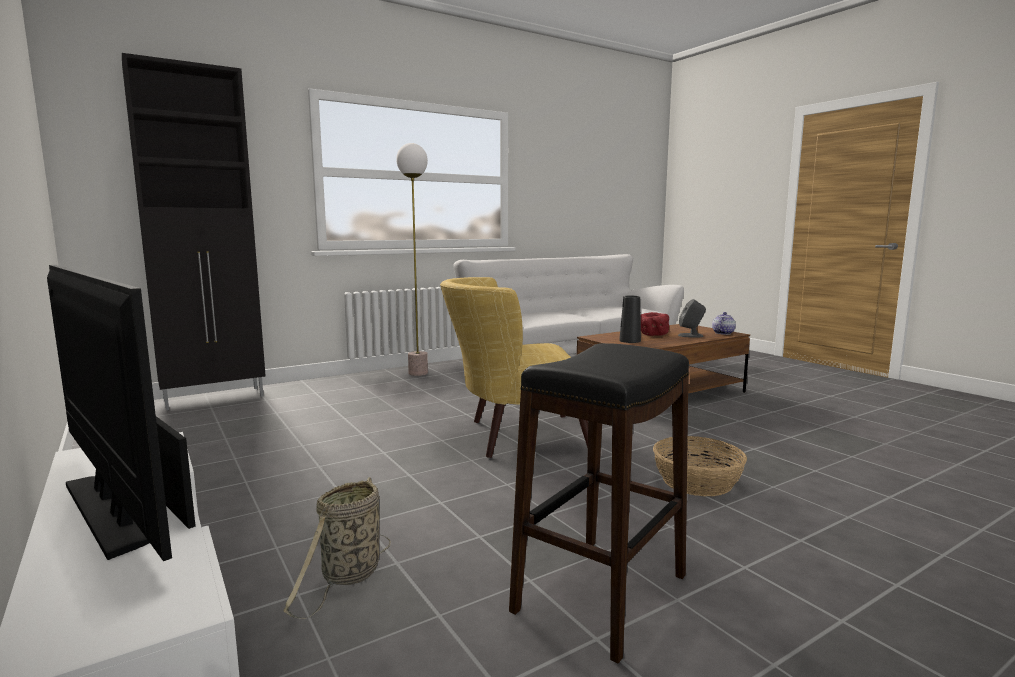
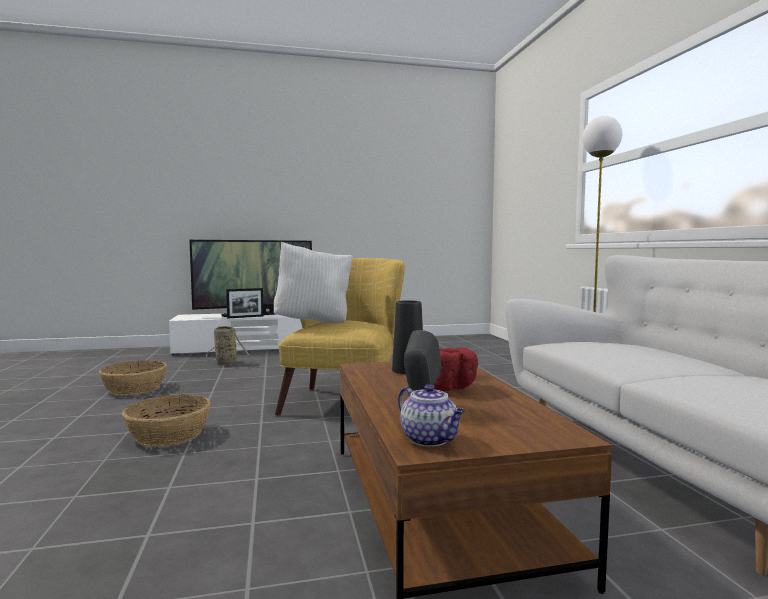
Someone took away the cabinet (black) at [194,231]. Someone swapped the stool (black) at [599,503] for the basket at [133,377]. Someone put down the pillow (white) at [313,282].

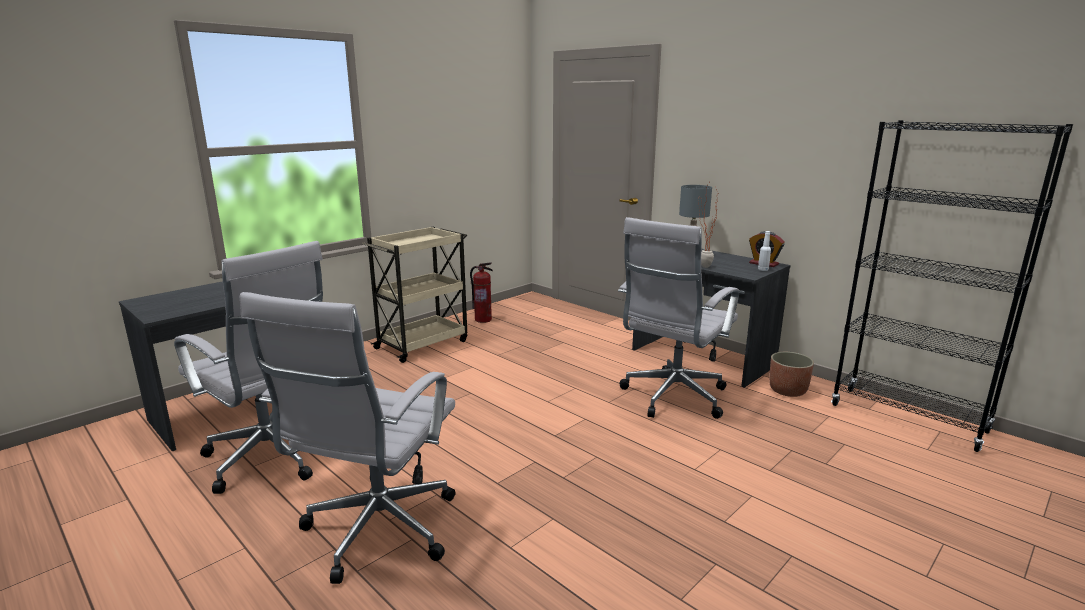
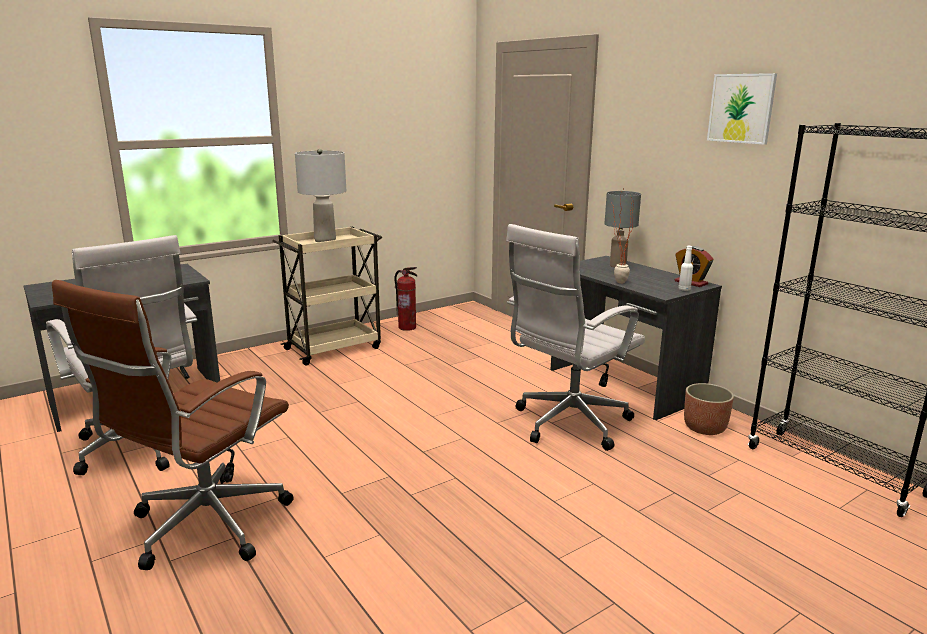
Someone repainted the office chair (white) at [347,438], which became the office chair (brown) at [173,425]. Someone put down the table lamp (grey) at [320,195]. Someone put up the picture at [742,109].

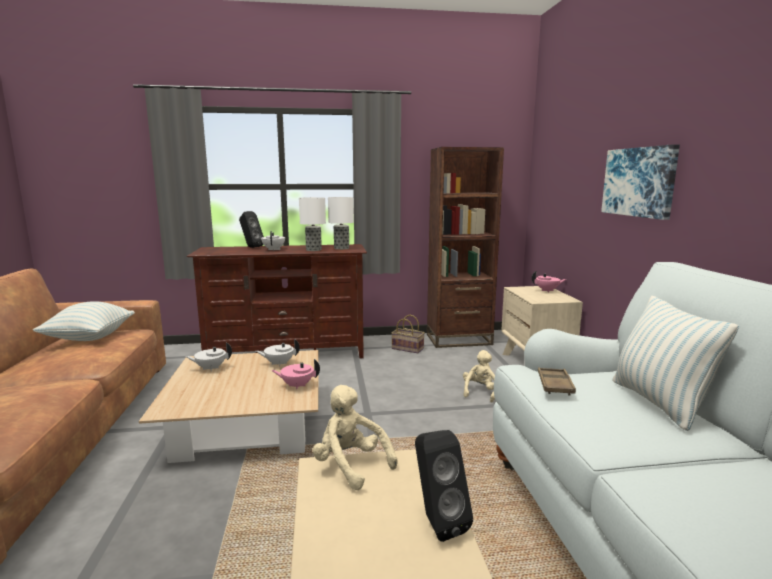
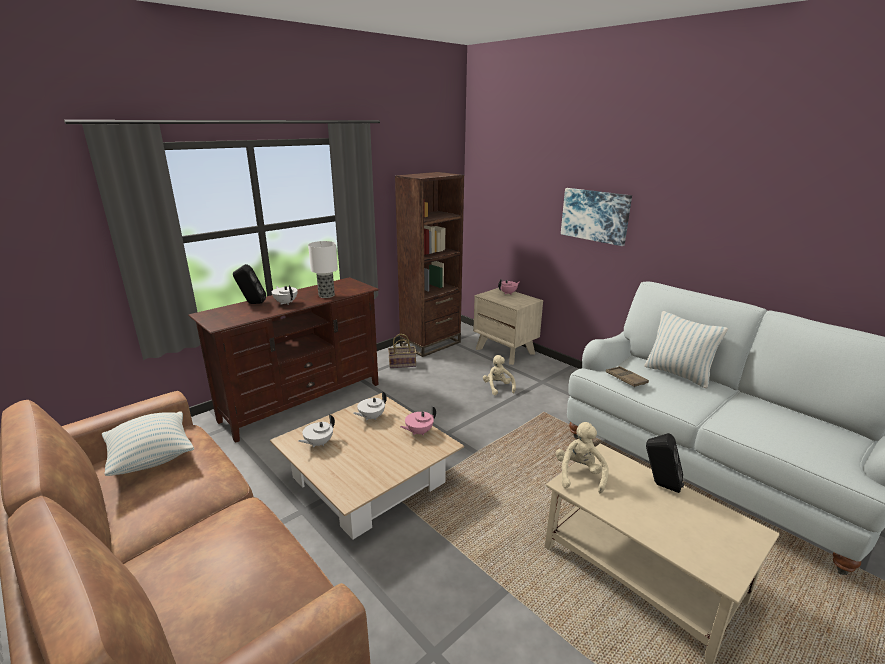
Someone rotated the plush toy (beige) at [355,437] by 90 degrees clockwise. Someone took away the table lamp at [341,223].

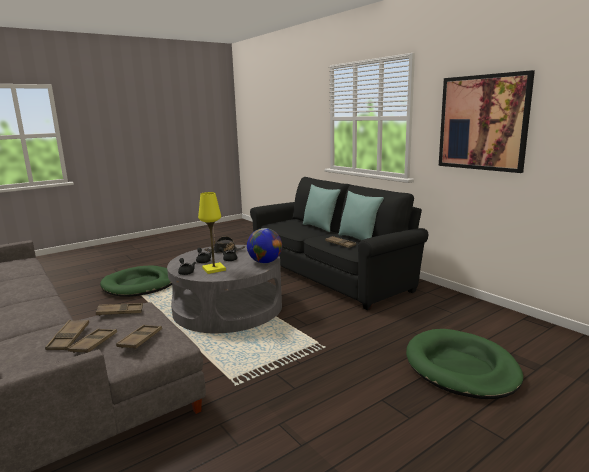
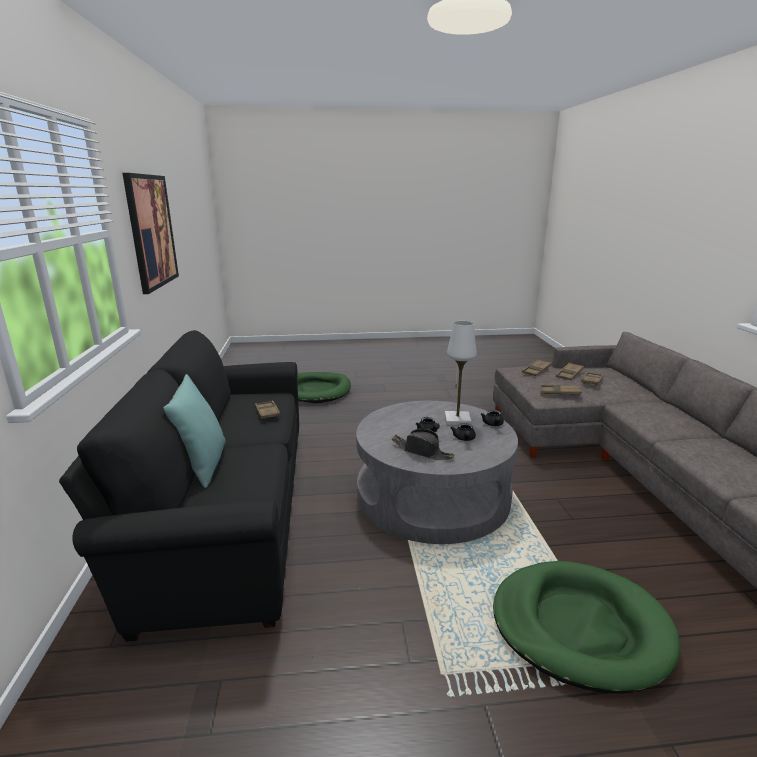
Someone repainted the table lamp (yellow) at [212,233], which became the table lamp (white) at [461,373]. Someone took away the globe at [264,245]. Someone took away the pillow (turquoise) at [361,215].

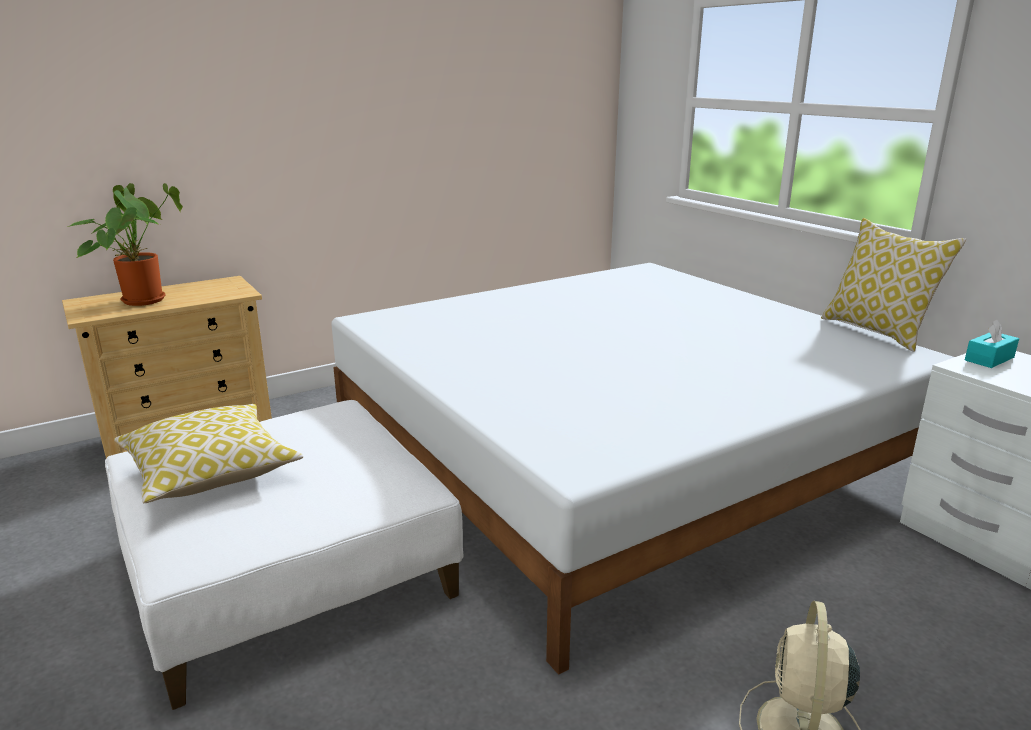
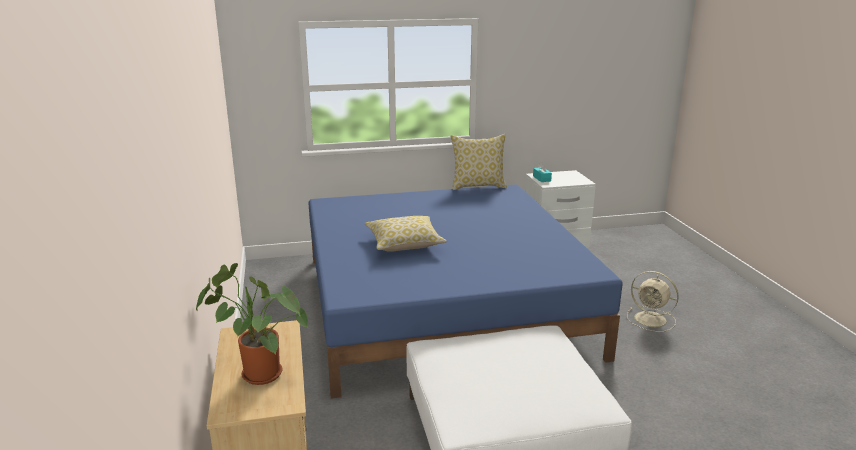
Someone carried the pillow from [208,453] to [405,234]. Someone repainted the bed (white) at [642,469], which became the bed (blue) at [465,291].

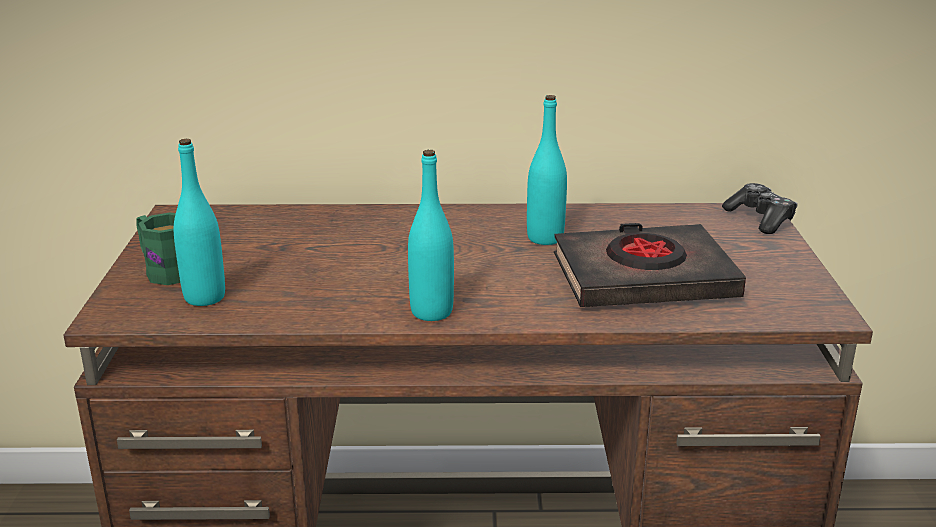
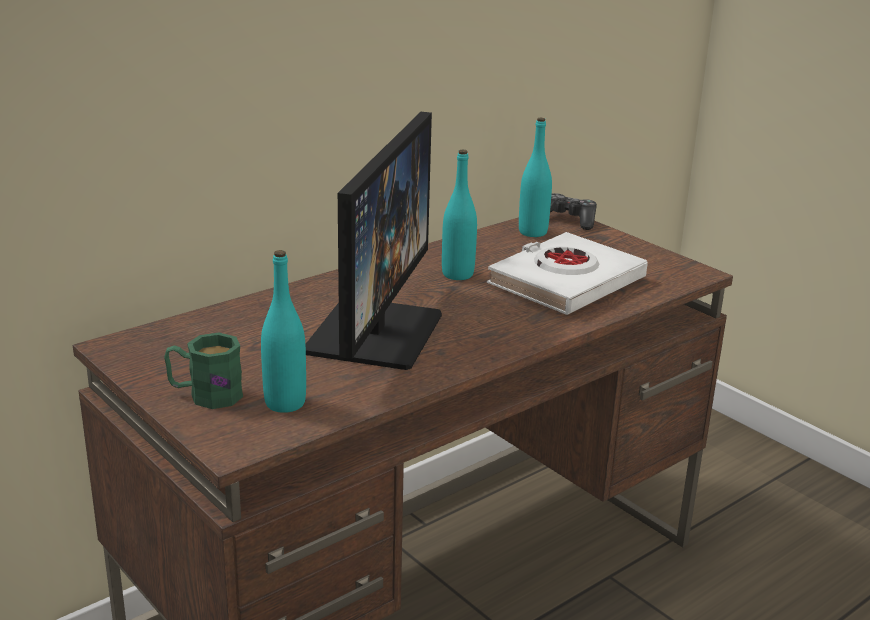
Someone carried the bottle (turquoise) from [431,235] to [535,177]. Someone repainted the book (black) at [650,265], which became the book (white) at [567,273]. Someone put down the monitor at [373,241].

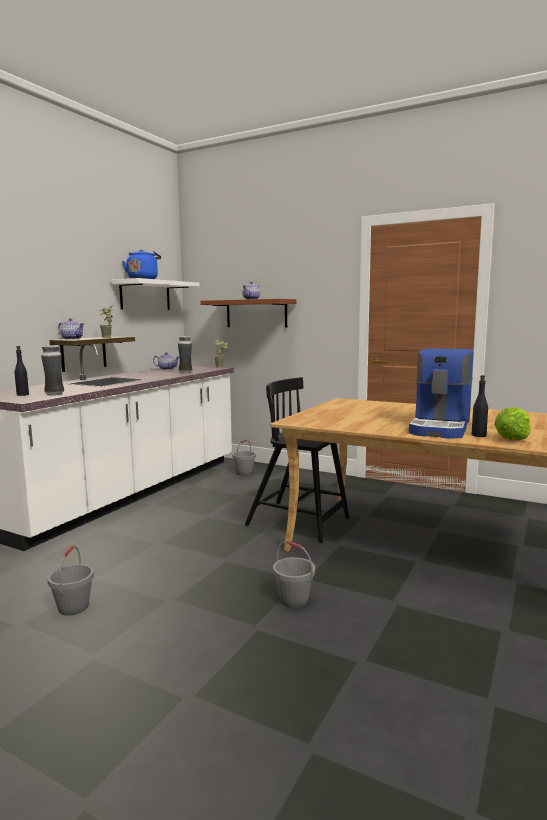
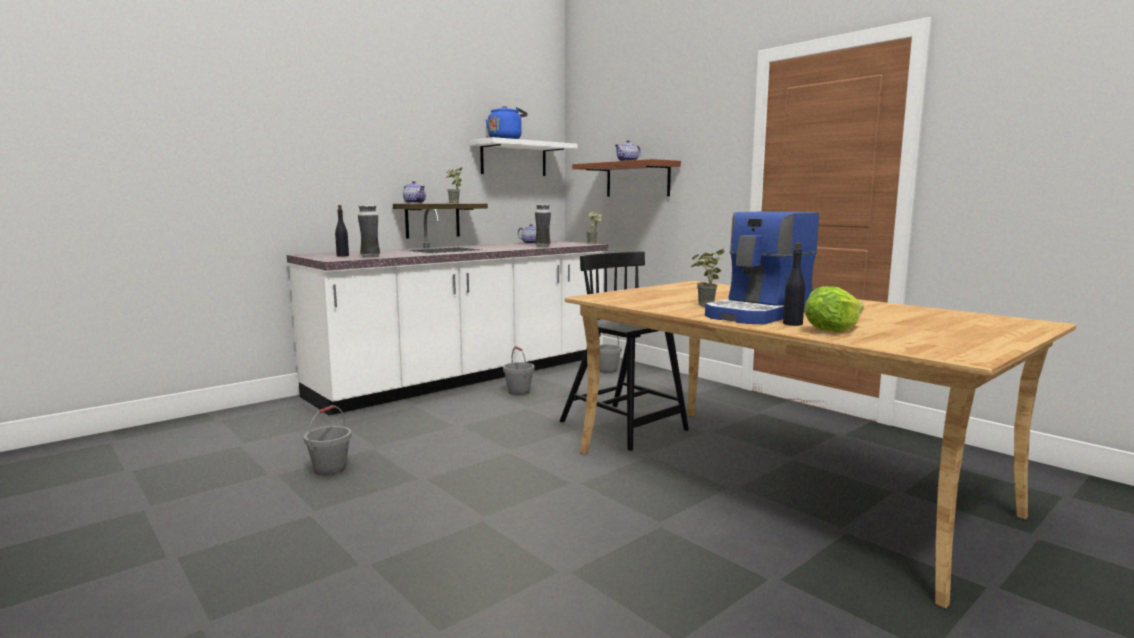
Someone carried the bucket (grey) from [294,574] to [519,370]. Someone put down the potted plant at [708,278].

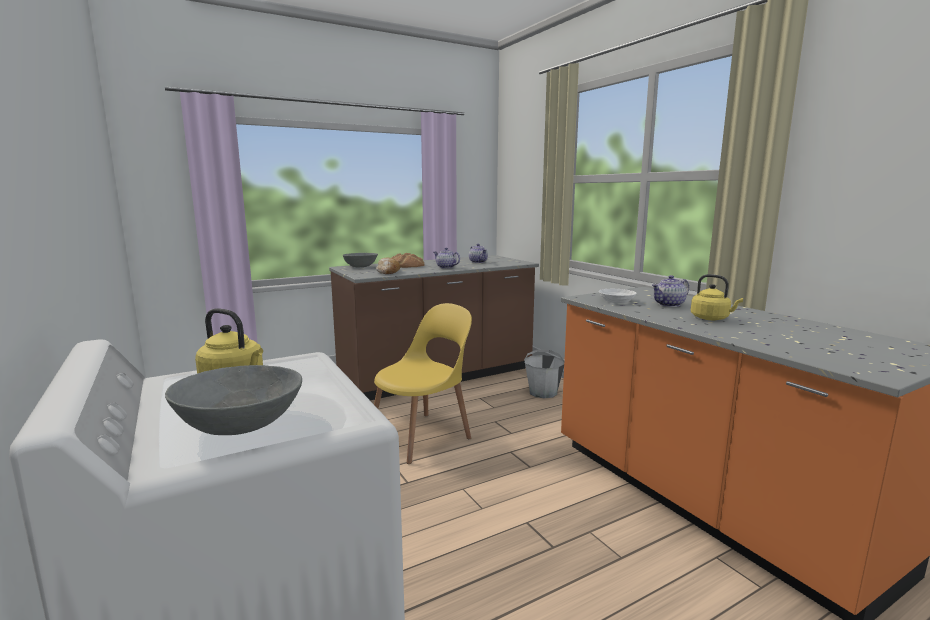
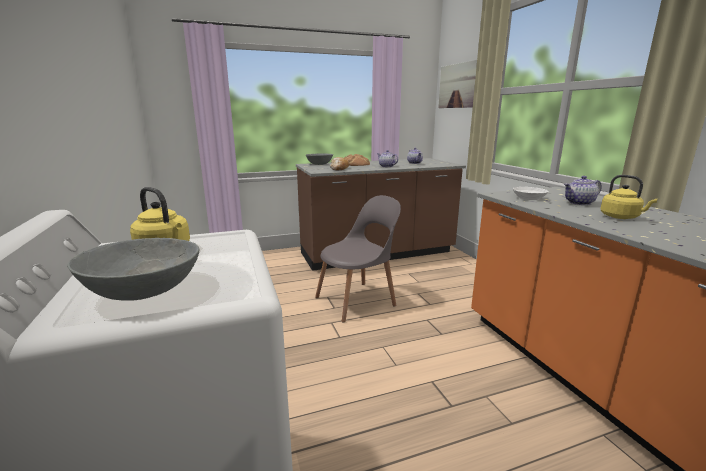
Someone repainted the chair (yellow) at [423,383], which became the chair (grey) at [358,258]. Someone took away the bucket (grey) at [544,373]. Someone put up the picture at [457,84].

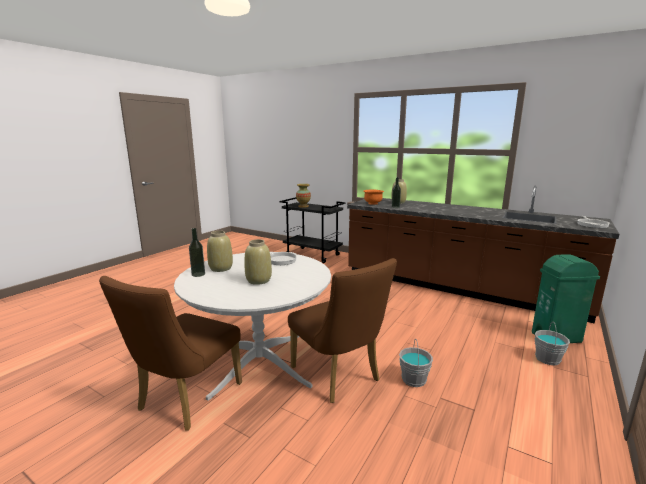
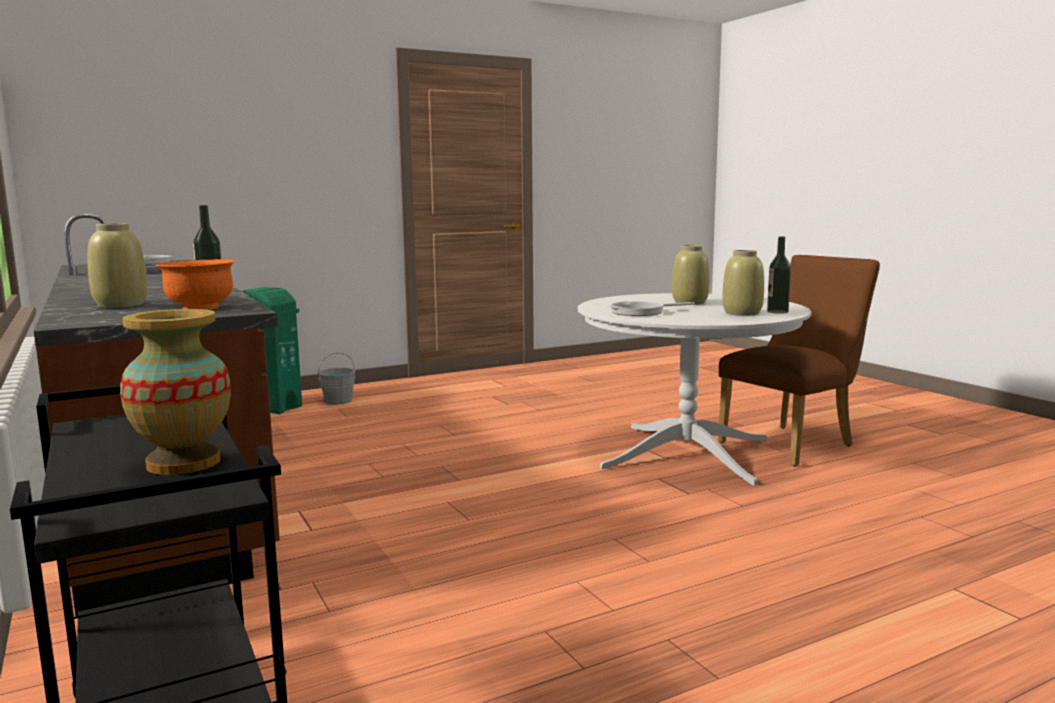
Someone took away the chair (brown) at [342,330]. Someone took away the bucket (grey) at [416,363].

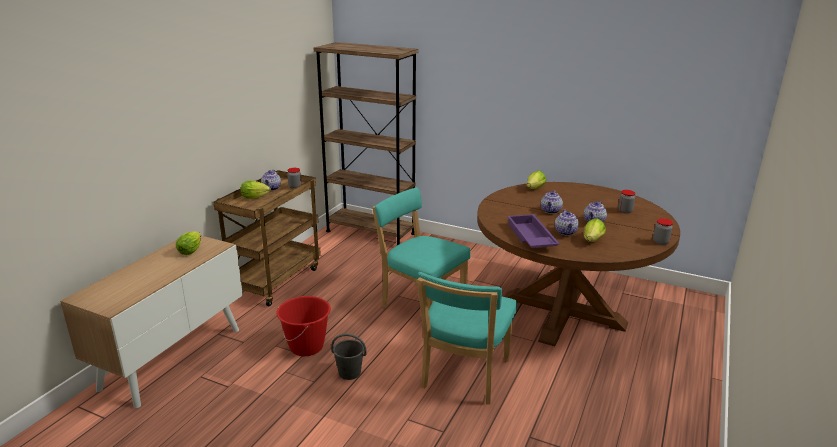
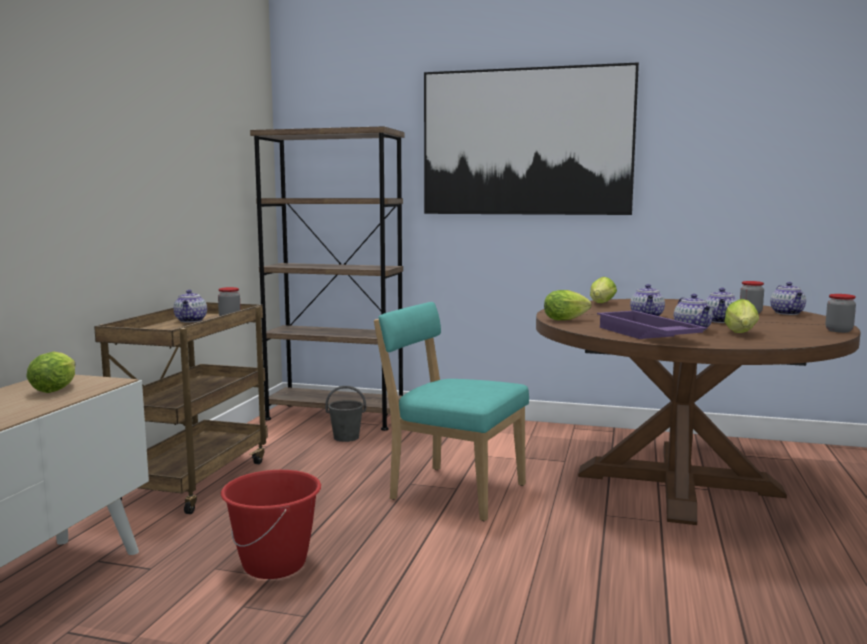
Someone carried the lettuce from [255,190] to [568,305]. Someone carried the bucket (grey) from [349,357] to [345,414]. Someone took away the chair (turquoise) at [467,338]. Someone put up the picture at [531,138]. Someone put down the teapot at [788,298].

